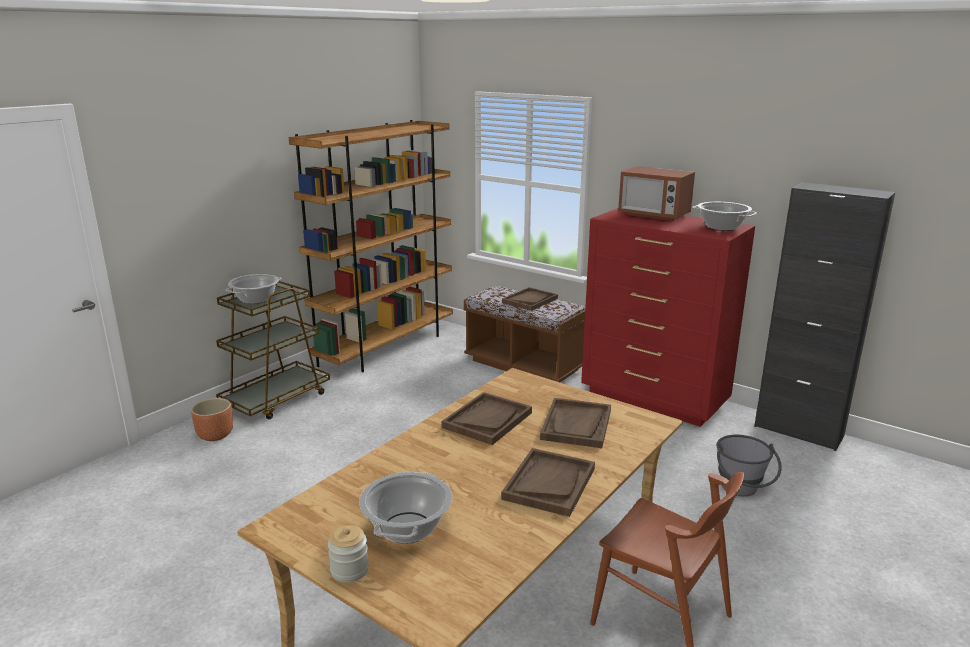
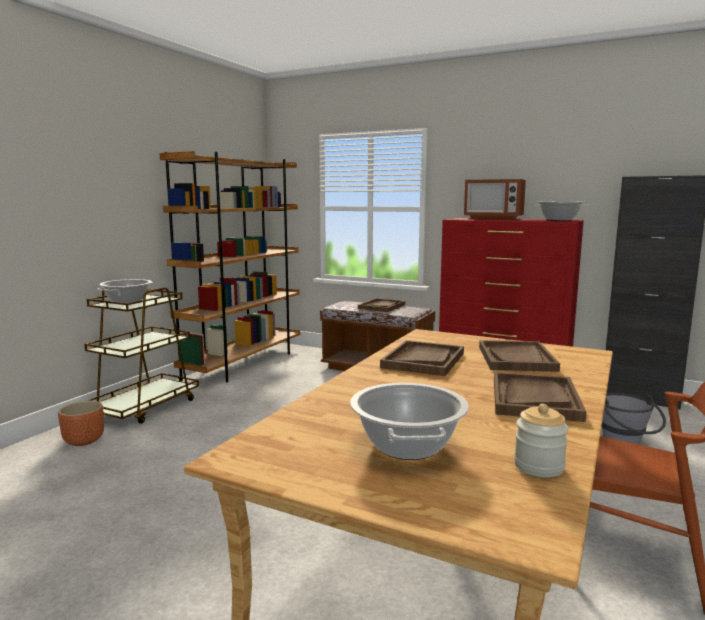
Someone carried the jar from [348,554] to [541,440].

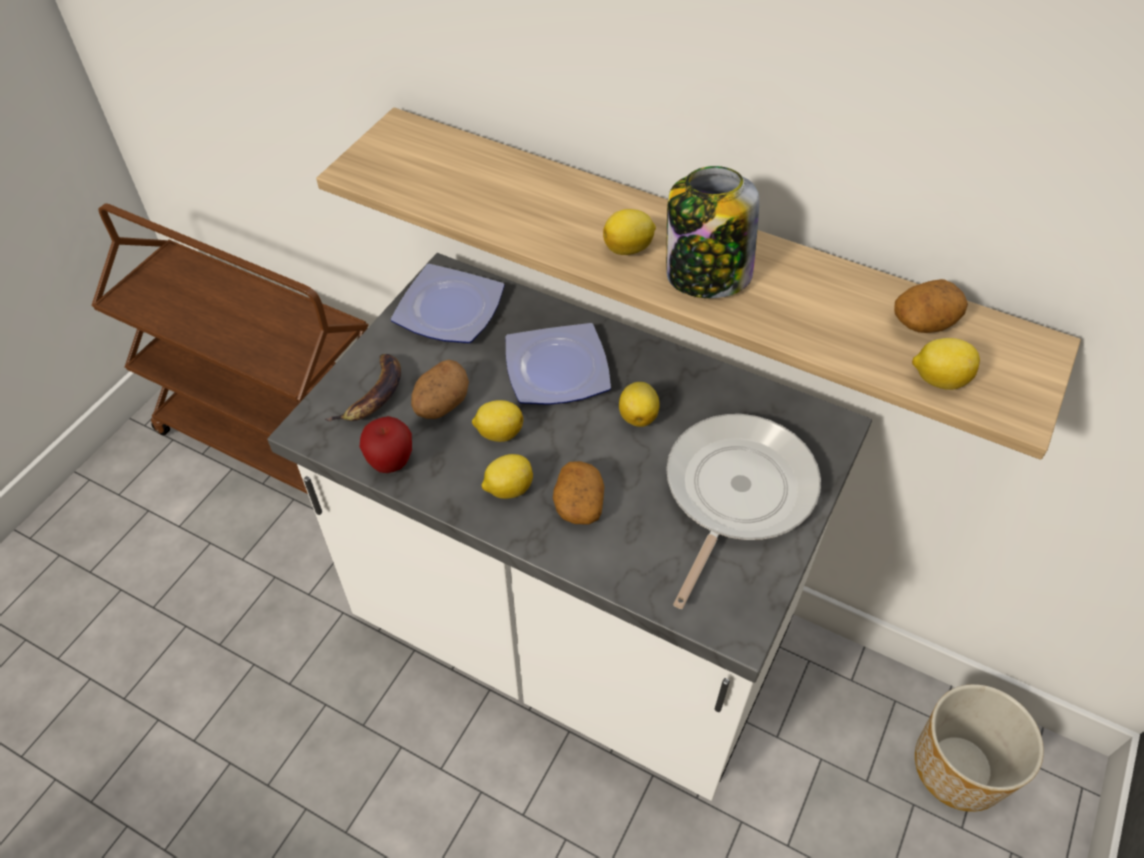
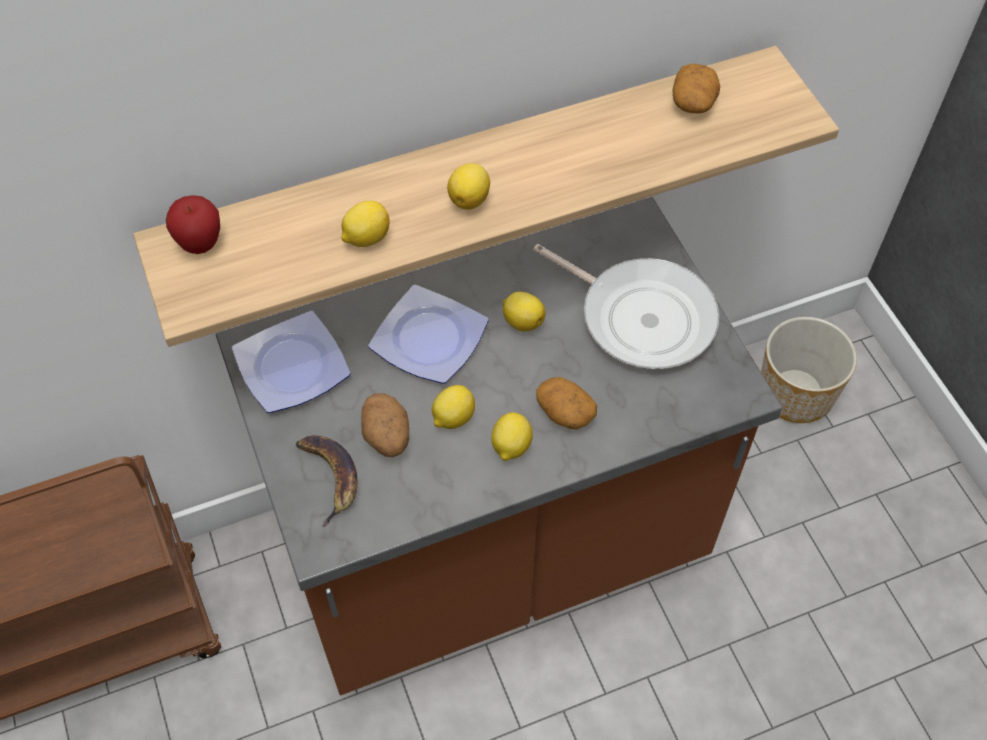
Someone repainted the counter (white) at [569,527], which became the counter (brown) at [499,446]. Someone carried the apple from [386,444] to [193,224]. Someone took away the jar at [712,232]. Someone rotated the frying pan at [743,511] by 150 degrees clockwise. Someone carried the lemon from [946,364] to [365,224].

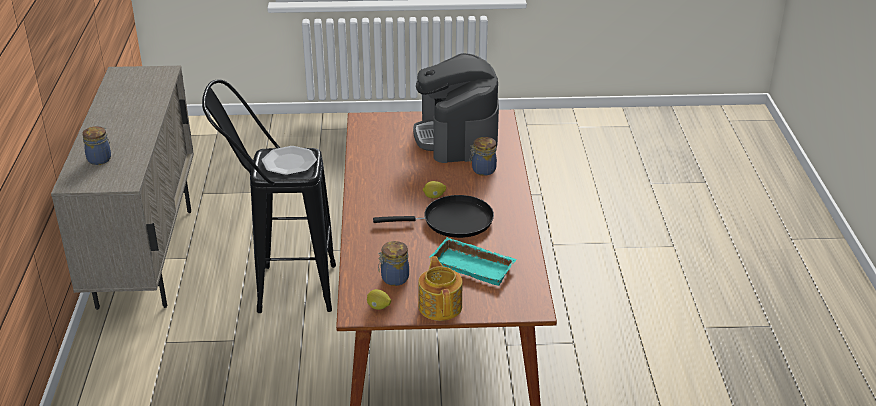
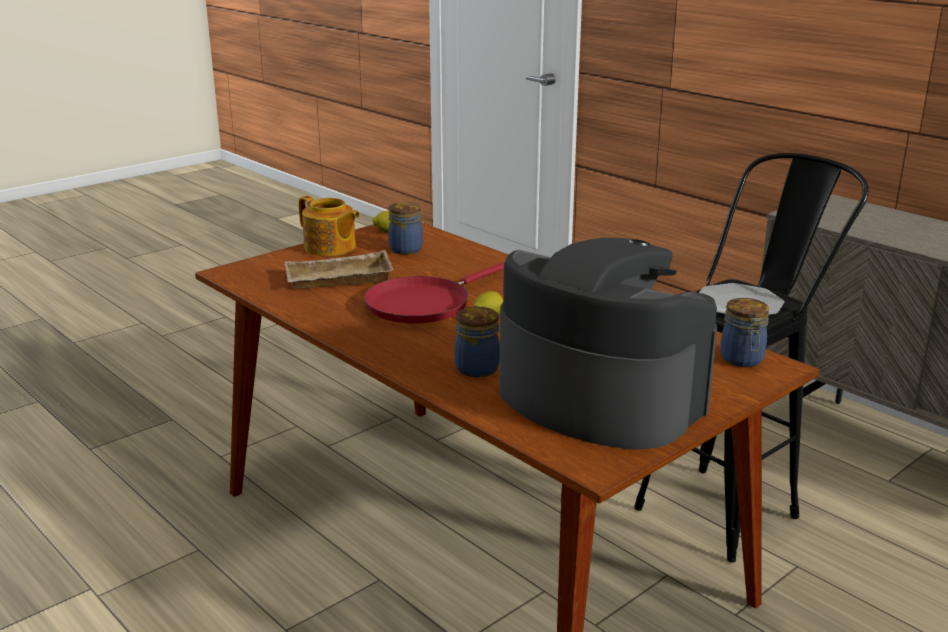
Someone carried the jar from [96,145] to [744,332]. Someone repainted the frying pan (black) at [433,216], which became the frying pan (red) at [434,293]. Someone repainted the tray (turquoise) at [473,261], which became the tray (beige) at [339,269].

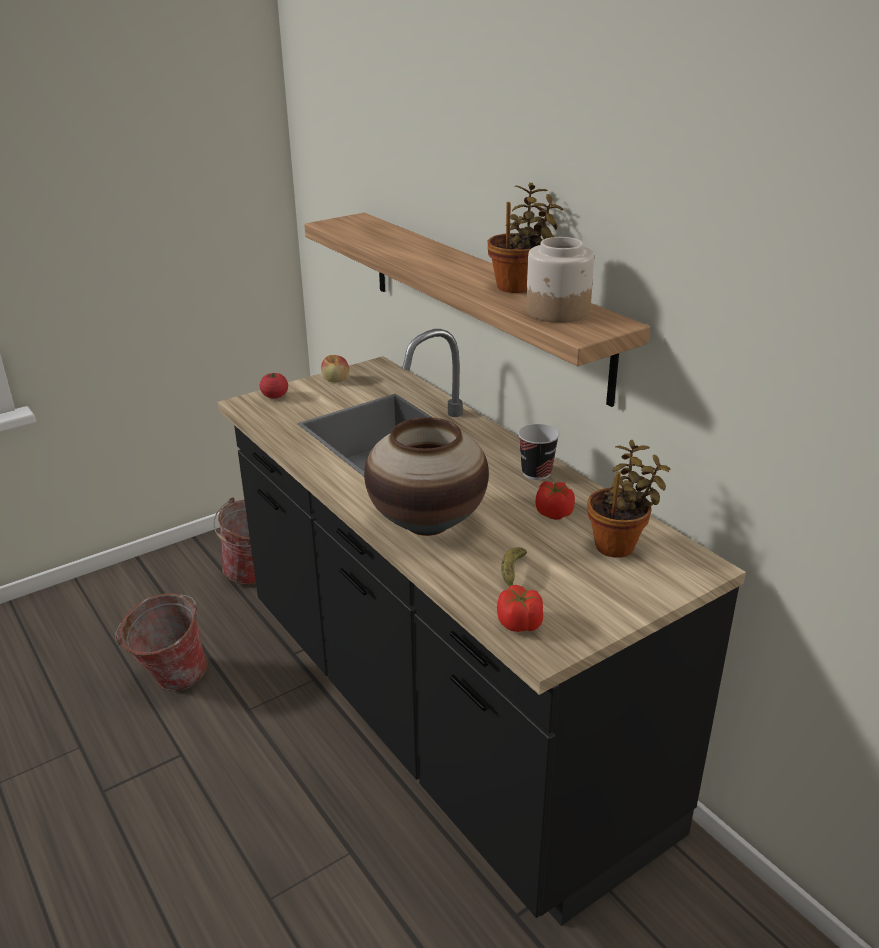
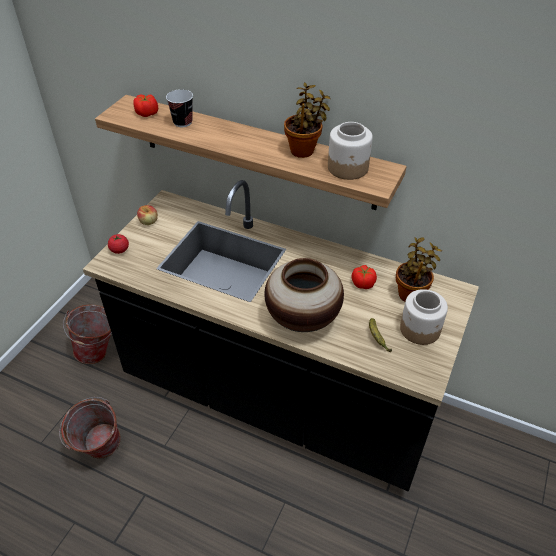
Someone carried the tomato from [520,608] to [145,106]. Someone carried the cup from [538,452] to [179,108]. Someone put down the jar at [424,317].

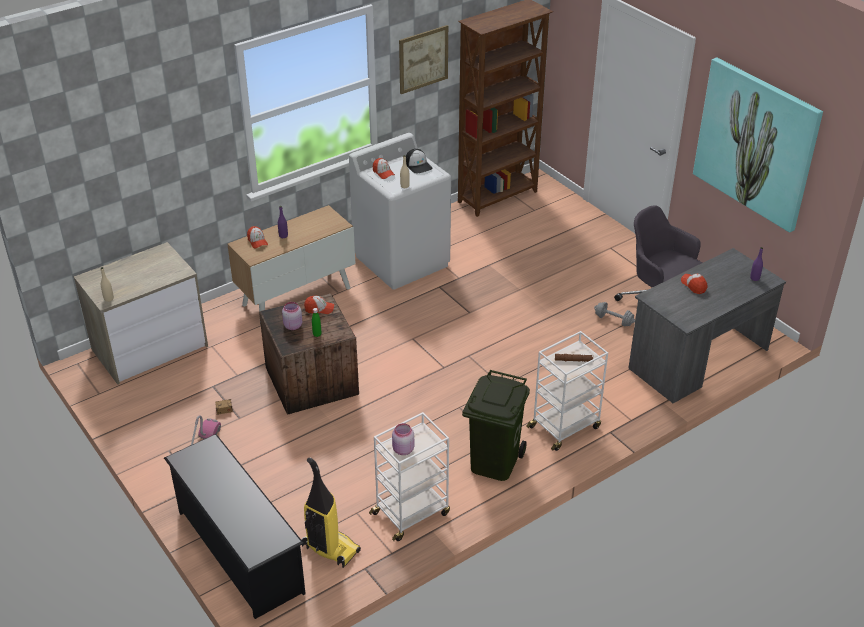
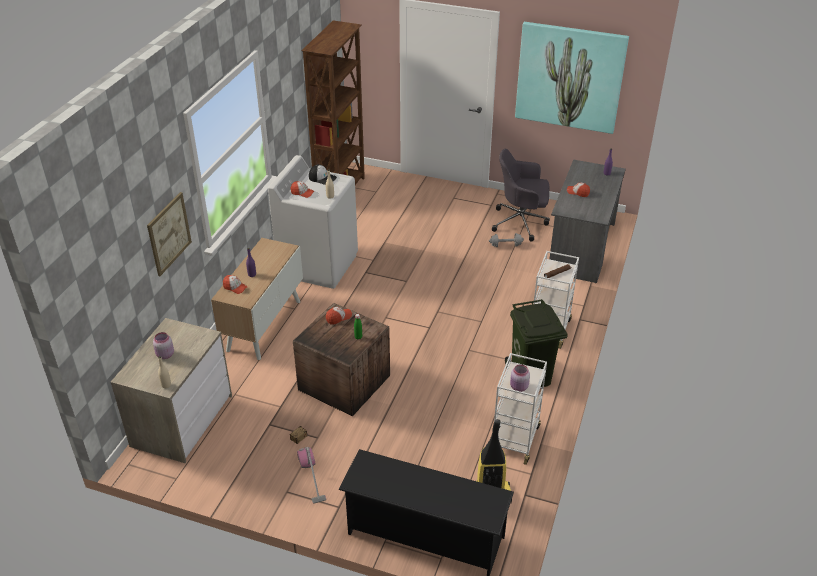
Someone carried the jar (pink) from [292,316] to [163,345]. Someone carried the picture from [423,59] to [169,234].

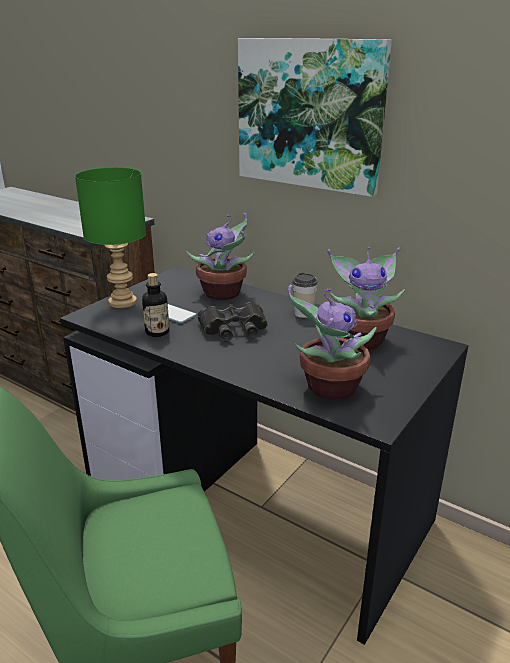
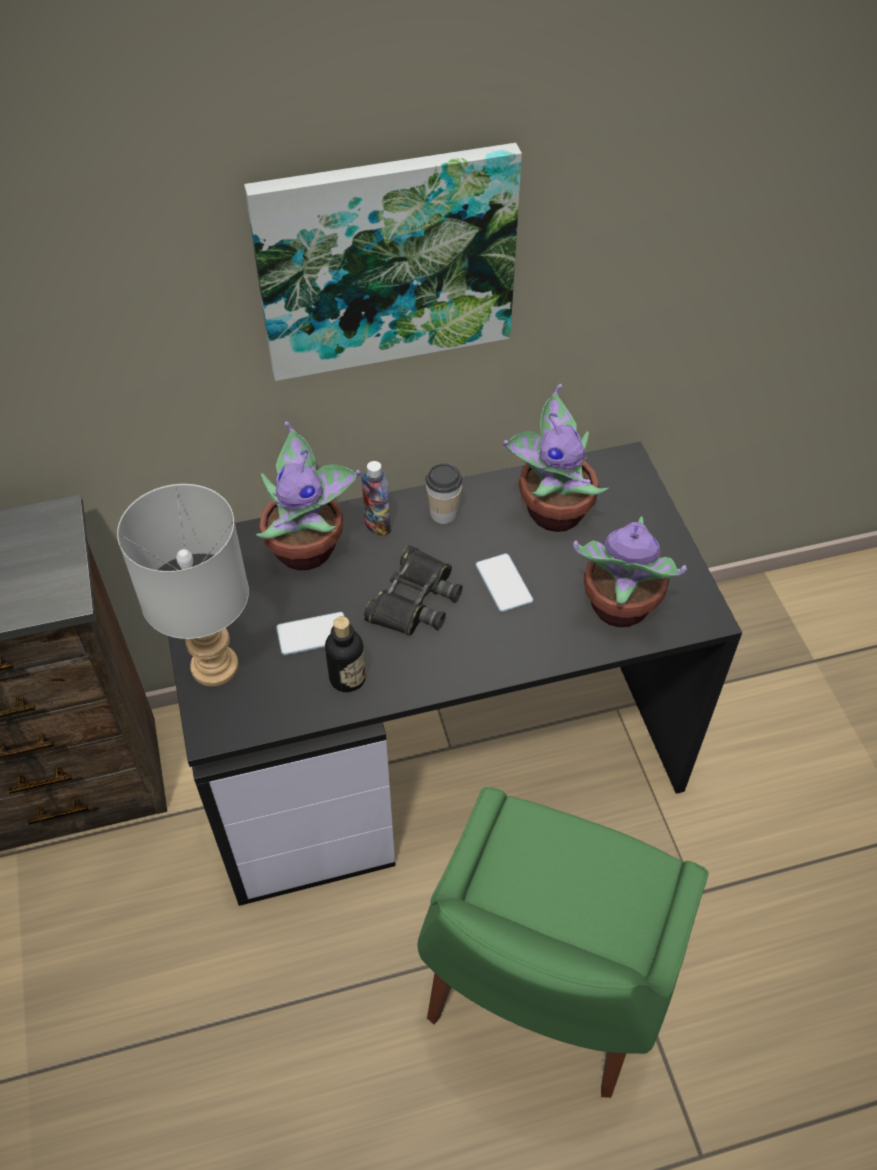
Someone repainted the table lamp (green) at [110,237], which became the table lamp (grey) at [183,585]. Someone put down the bottle at [376,499]. Someone put down the phone at [504,583].

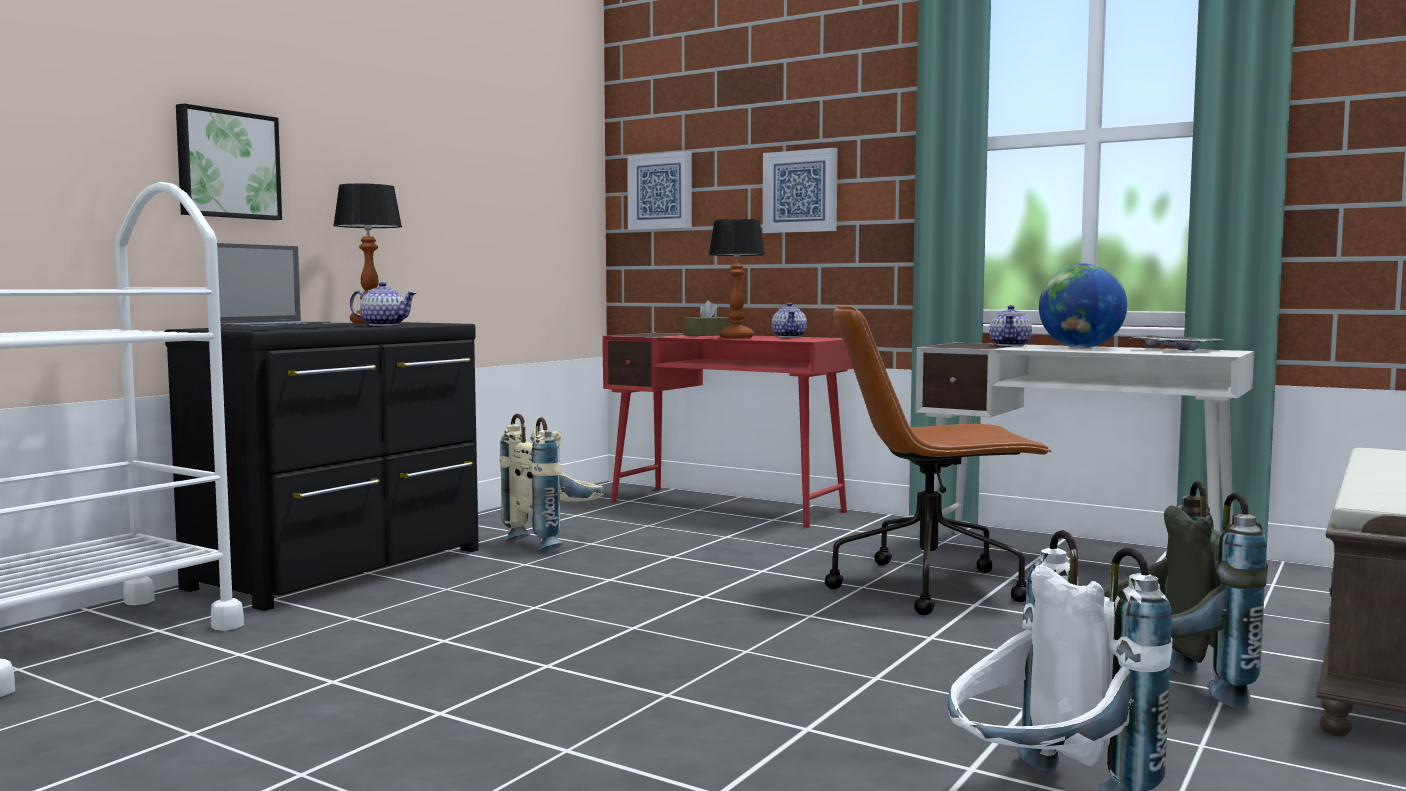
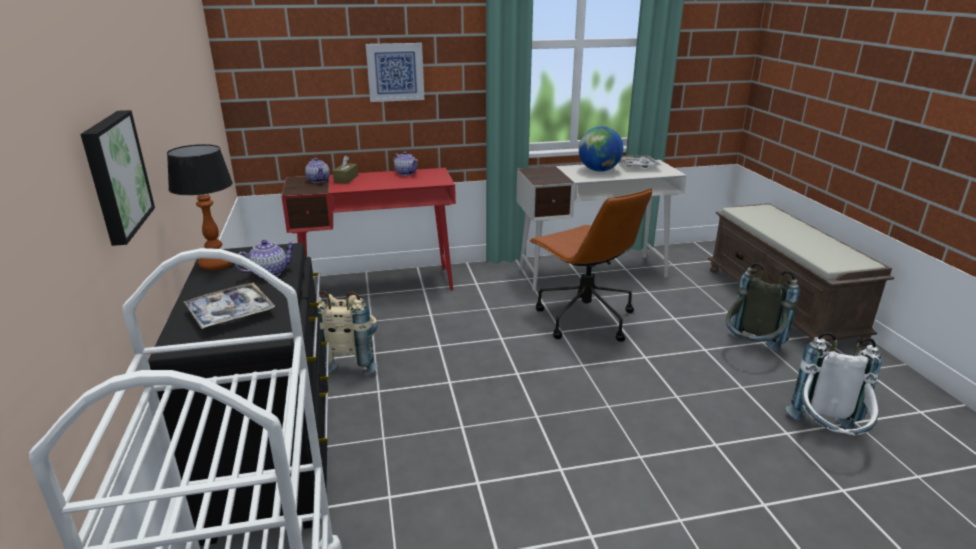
Someone swapped the laptop at [284,286] for the tray at [229,306]. Someone took away the picture at [659,190]. Someone took away the table lamp at [737,278]. Someone rotated the office chair (brown) at [938,460] by 75 degrees counterclockwise. Someone carried the teapot from [1010,325] to [317,170].

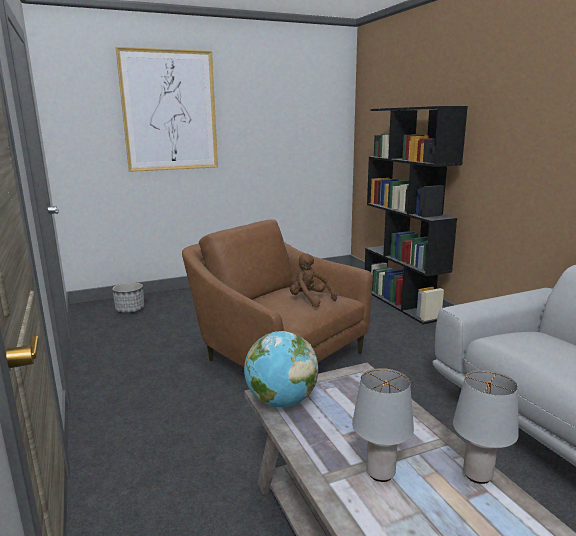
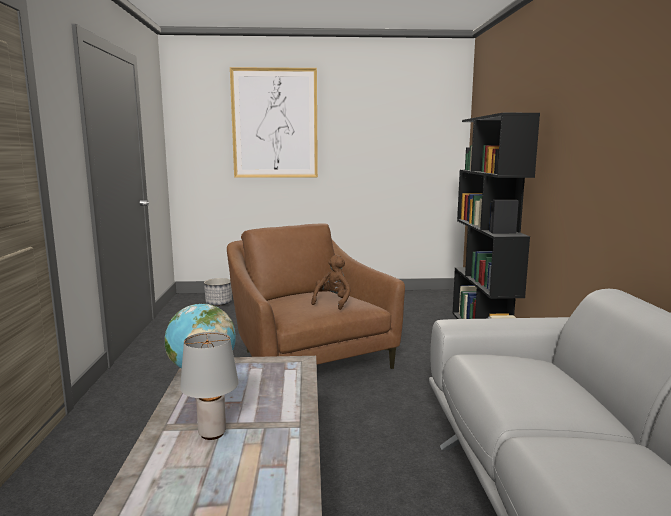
Someone rotated the plush toy (brown) at [313,280] by 45 degrees clockwise. Someone took away the table lamp (grey) at [486,427].

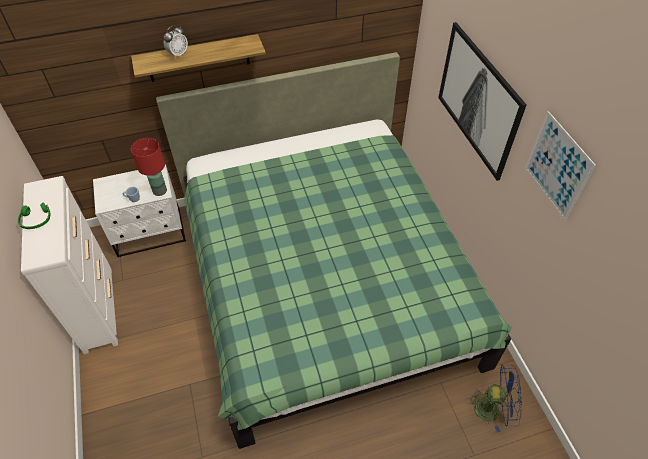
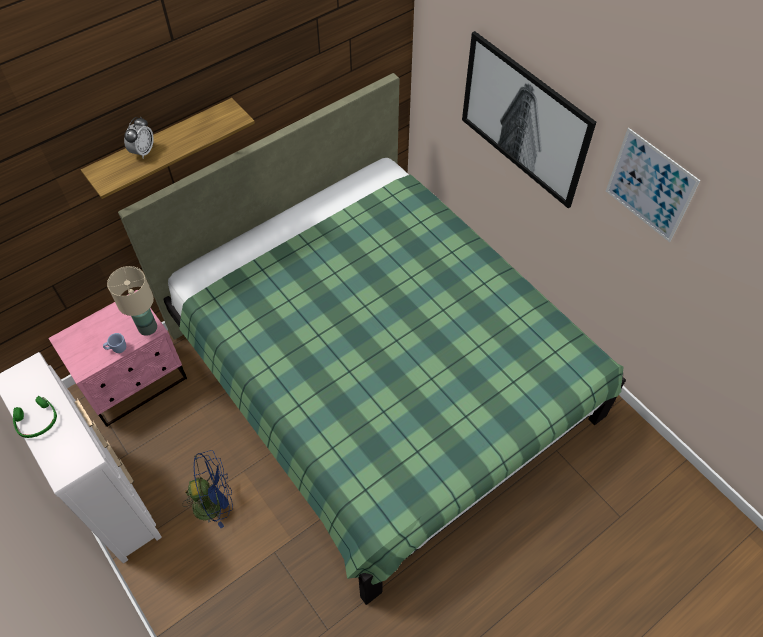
Someone repainted the nightstand (white) at [139,210], which became the nightstand (pink) at [117,358]. Someone repainted the table lamp (red) at [149,167], which became the table lamp (beige) at [132,301]. Someone carried the fan (blue) from [494,398] to [208,489].

